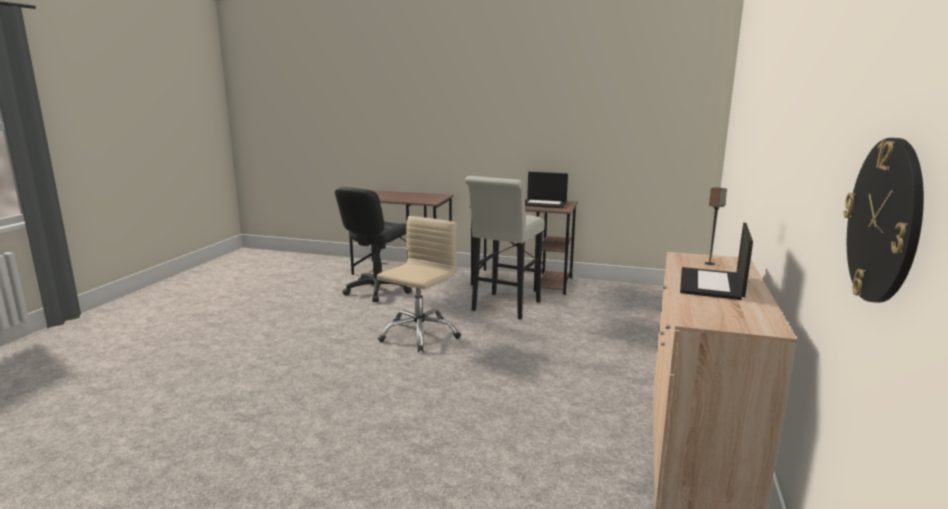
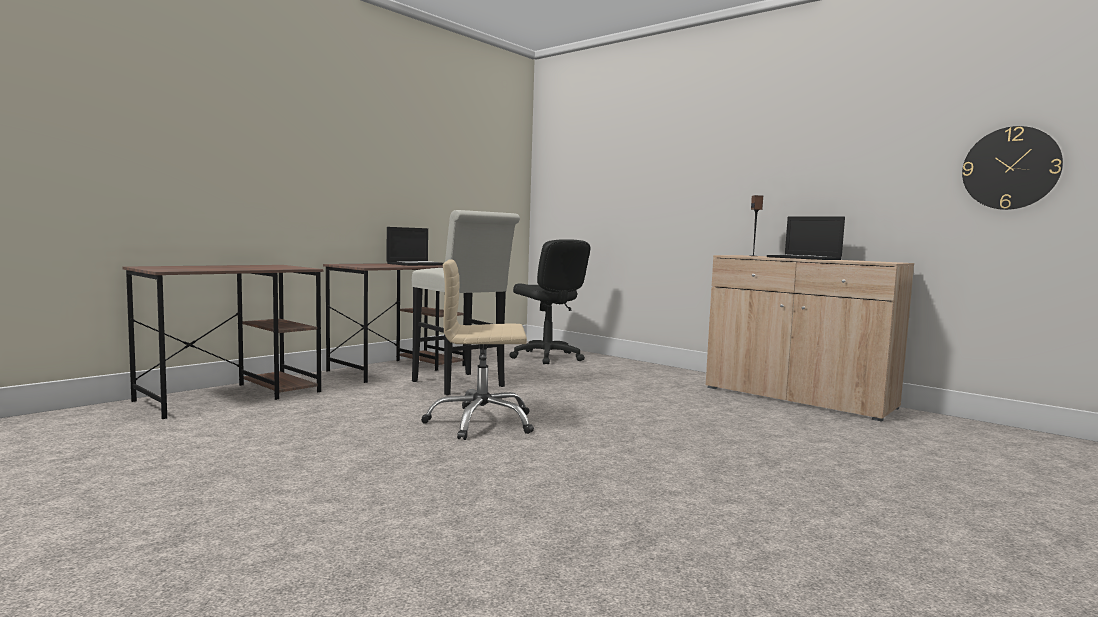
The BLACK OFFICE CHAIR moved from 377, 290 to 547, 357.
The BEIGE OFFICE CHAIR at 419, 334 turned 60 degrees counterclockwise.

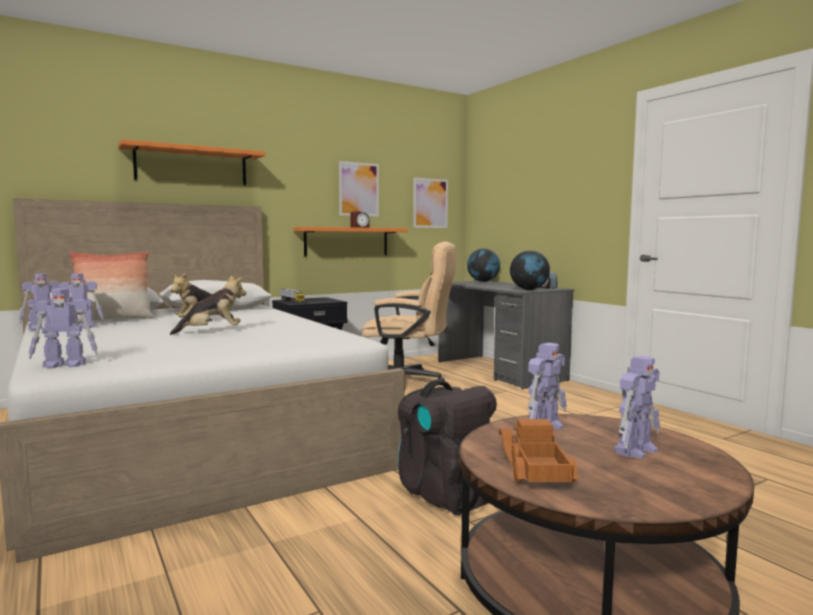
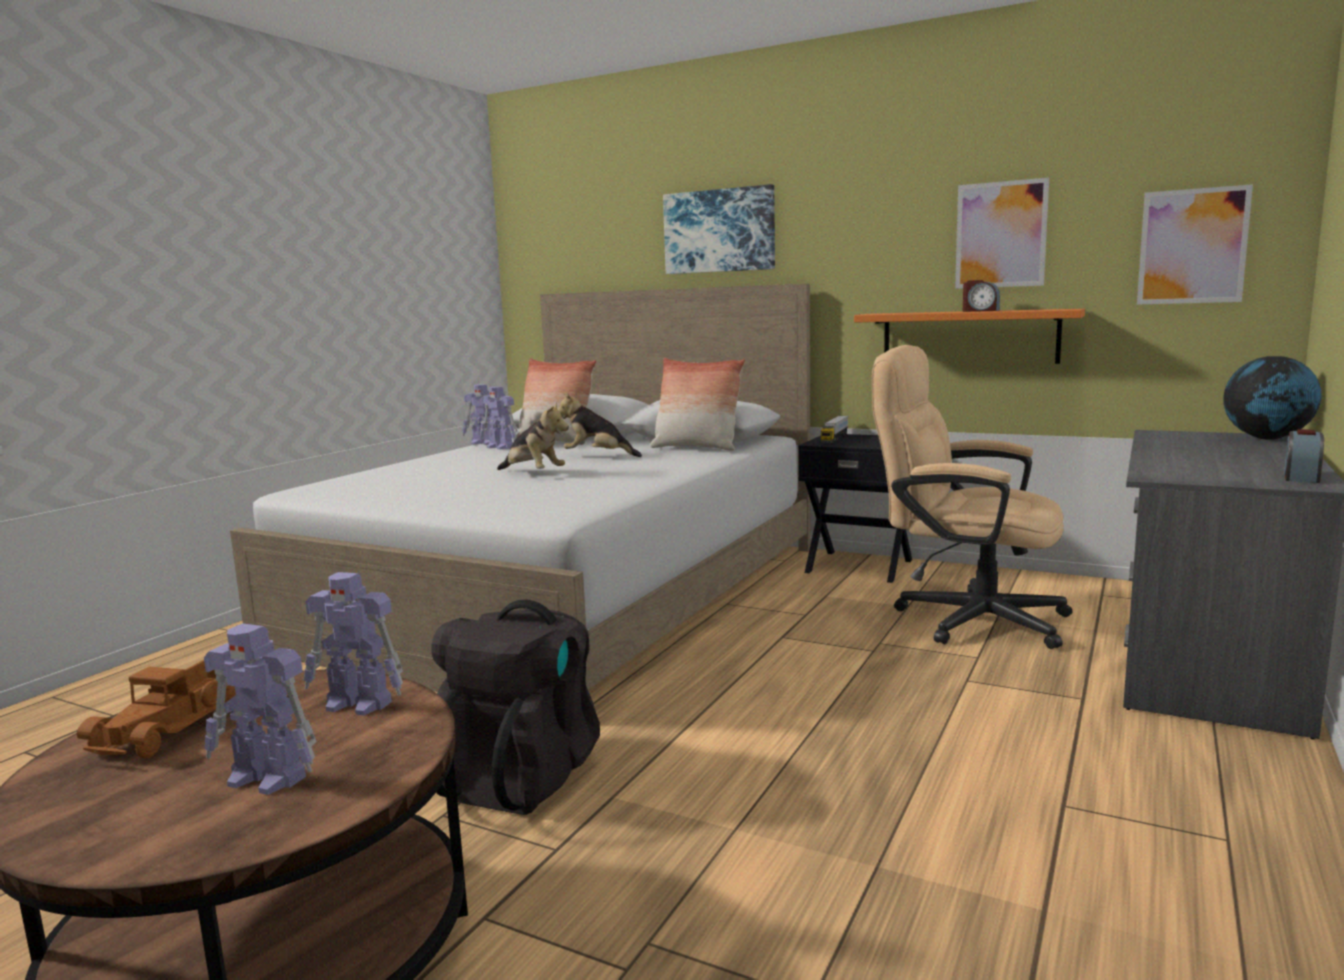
The TOY ROBOT at 65, 365 disappeared.
The ORANGE SHELF at 192, 166 was replaced by the PICTURE at 719, 231.
The BEIGE OFFICE CHAIR at 408, 381 turned 135 degrees clockwise.
The TOY TRUCK at 533, 467 turned 135 degrees clockwise.
The GLOBE at 529, 289 disappeared.
The PILLOW at 696, 448 appeared.

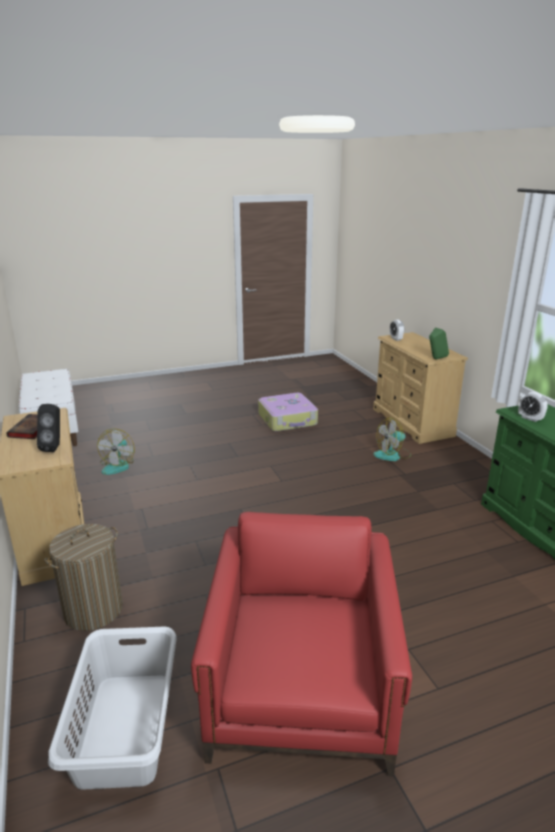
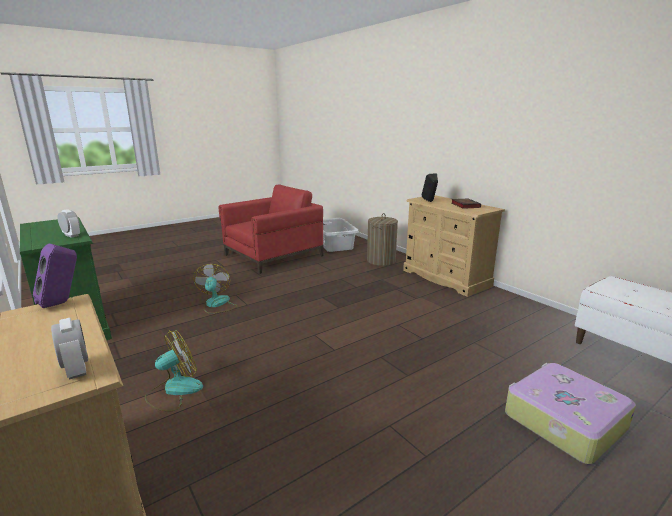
The FAN moved from 118, 465 to 217, 304.
The RED ARMCHAIR at 301, 684 turned 120 degrees counterclockwise.
The SUITCASE moved from 288, 420 to 562, 420.
The GREEN SPEAKER at 435, 359 became the PURPLE SPEAKER at 62, 303.

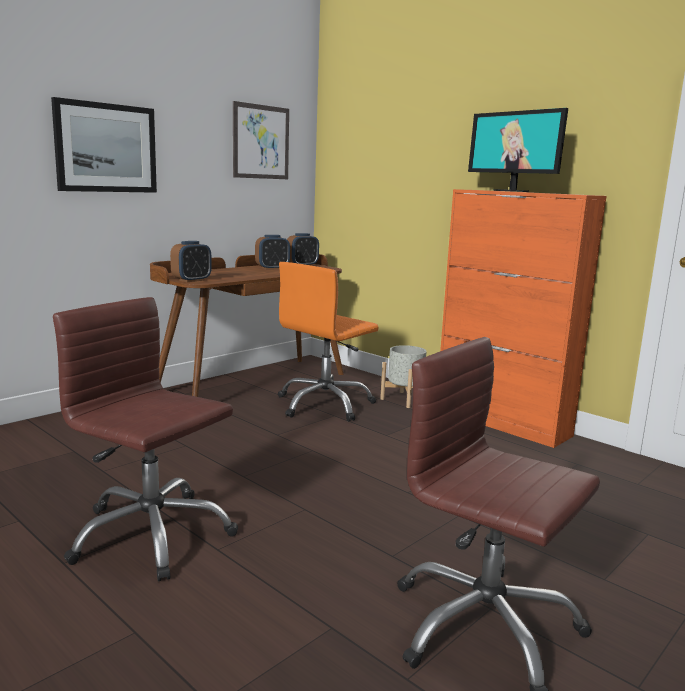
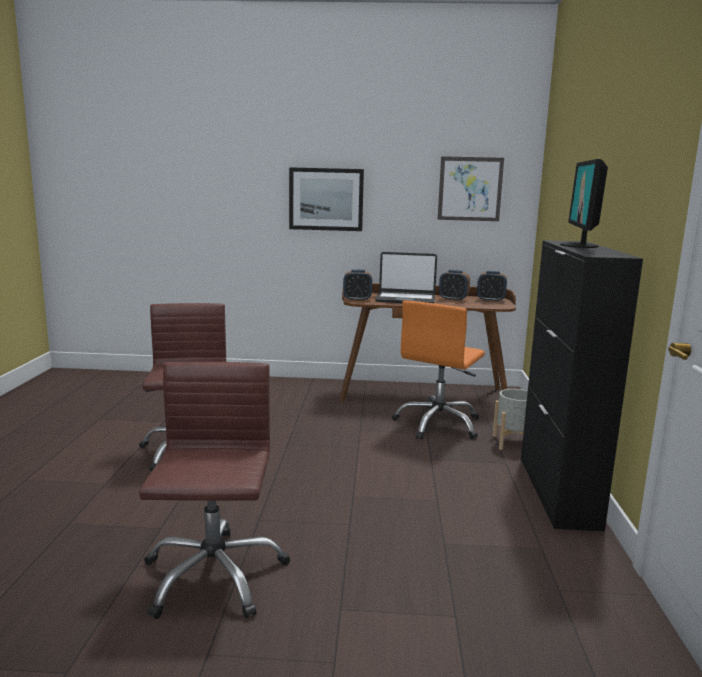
The ORANGE OFFICE CHAIR at 325, 405 turned 60 degrees counterclockwise.
The ORANGE CABINET at 502, 422 became the BLACK CABINET at 557, 491.
The LAPTOP at 405, 299 appeared.

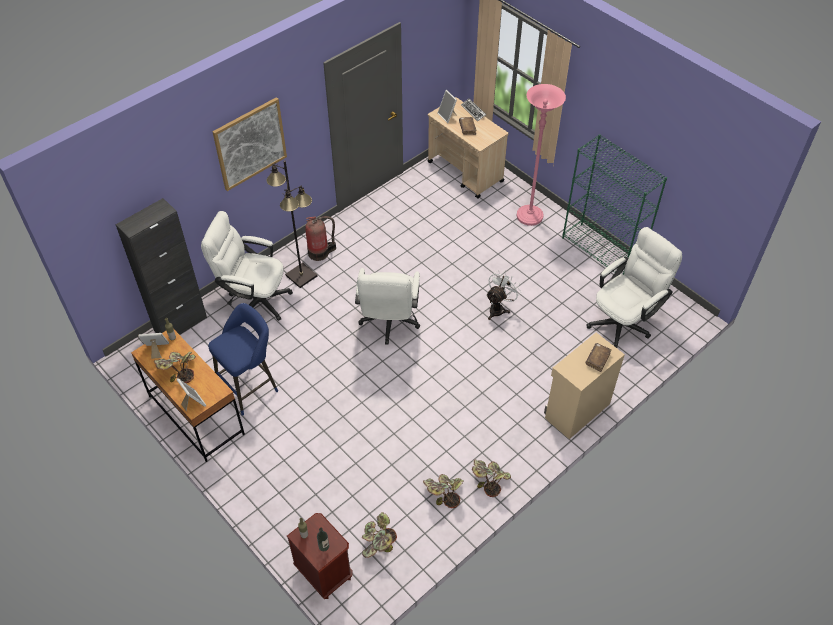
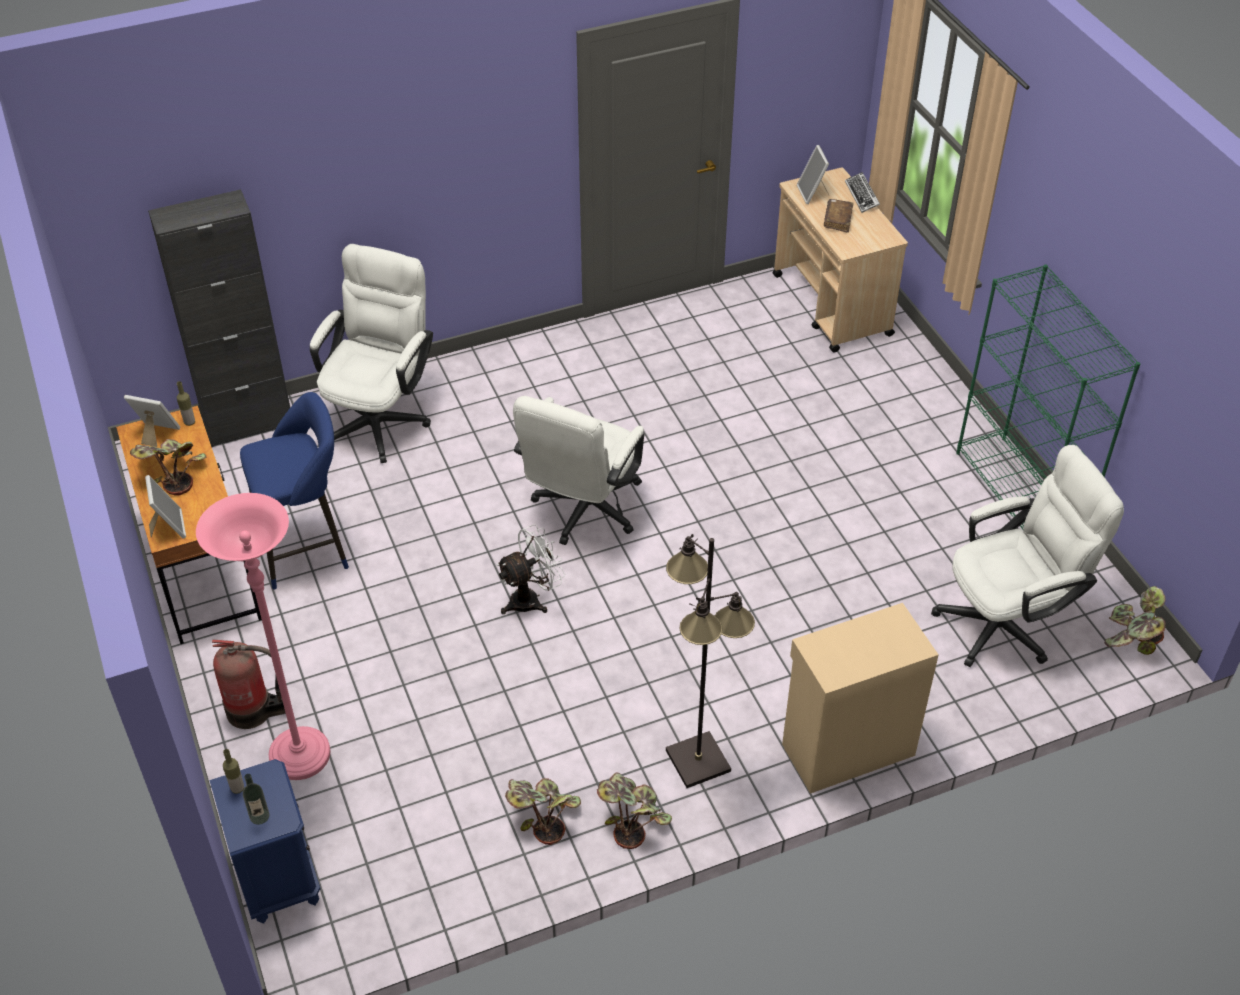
The WHITE OFFICE CHAIR at 254, 299 turned 75 degrees clockwise.
The PICTURE at 250, 143 disappeared.
The BLACK FLOOR LAMP moved from 301, 275 to 698, 760.
The BROWN NIGHTSTAND at 324, 573 became the BLUE NIGHTSTAND at 278, 880.
The FIRE EXTINGUISHER moved from 320, 252 to 253, 710.
The POTTED PLANT moved from 378, 543 to 1130, 639.
The WHITE FAN moved from 499, 308 to 531, 599.
The PINK FLOOR LAMP moved from 529, 216 to 300, 756.
The BROWN BOOK at 597, 359 disappeared.

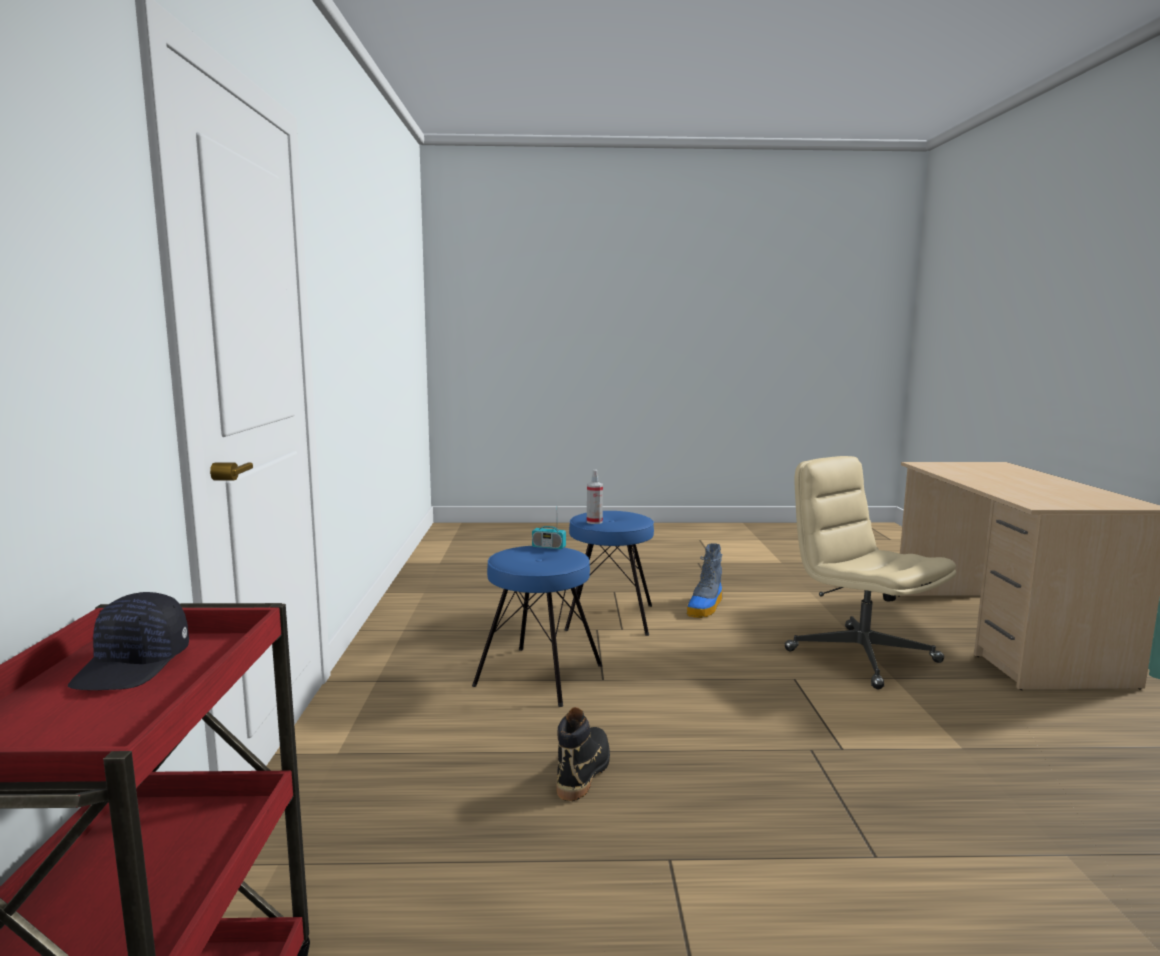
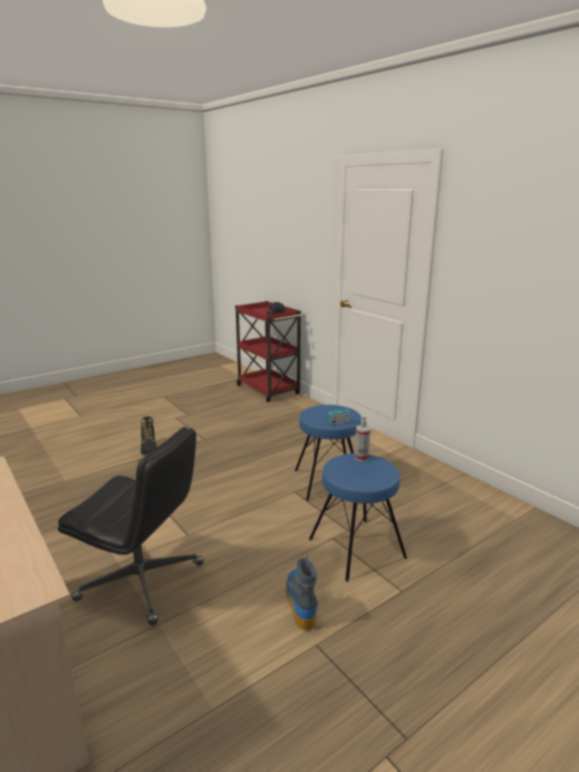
The BLACK BOOT moved from 584, 771 to 149, 449.
The BEIGE OFFICE CHAIR at 860, 655 became the BLACK OFFICE CHAIR at 143, 581.

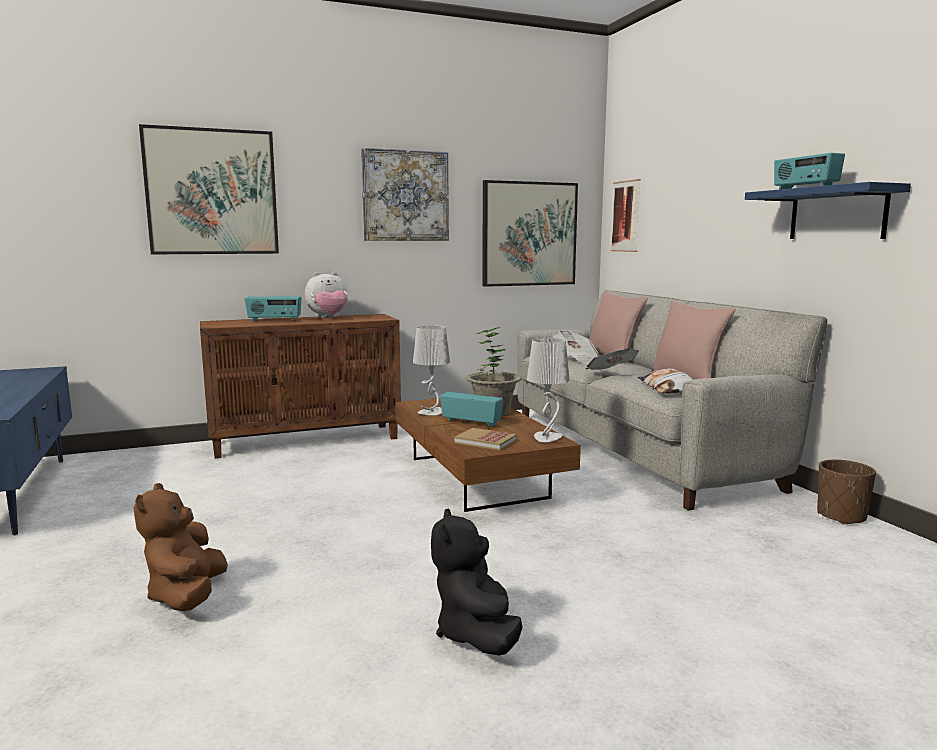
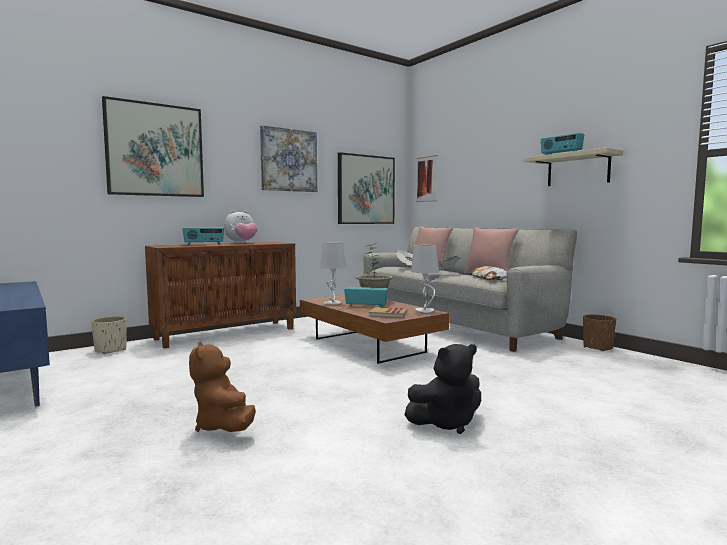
The BLACK PLUSH TOY at 476, 634 turned 90 degrees counterclockwise.
The BLUE SHELF at 837, 214 became the BEIGE SHELF at 578, 169.
The BEIGE PLANTER at 110, 350 appeared.

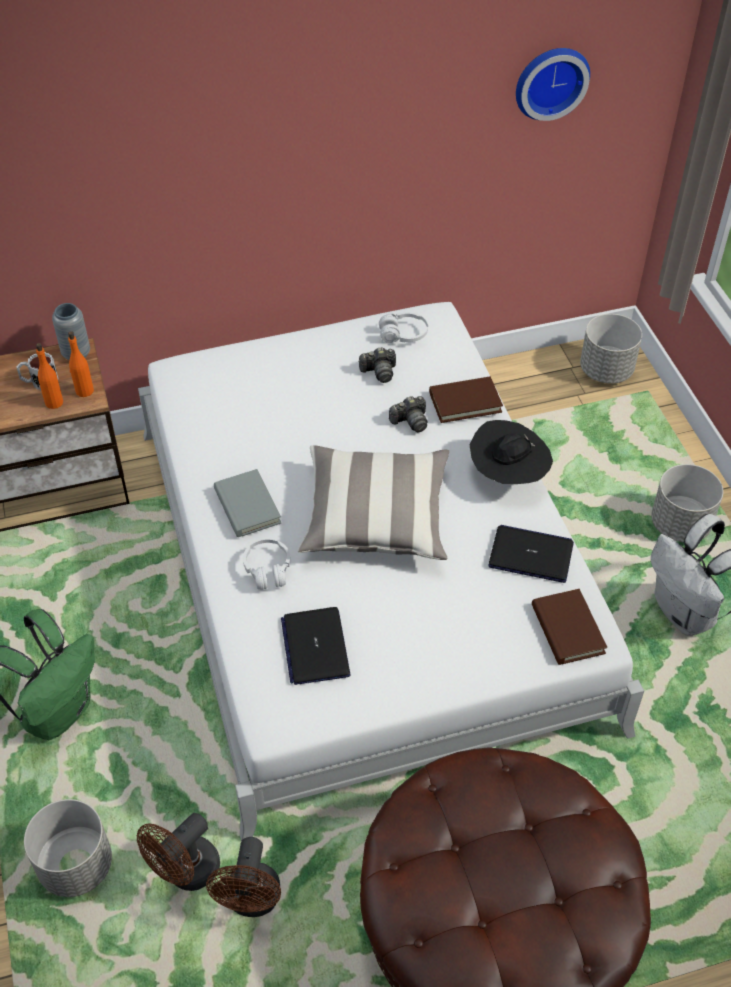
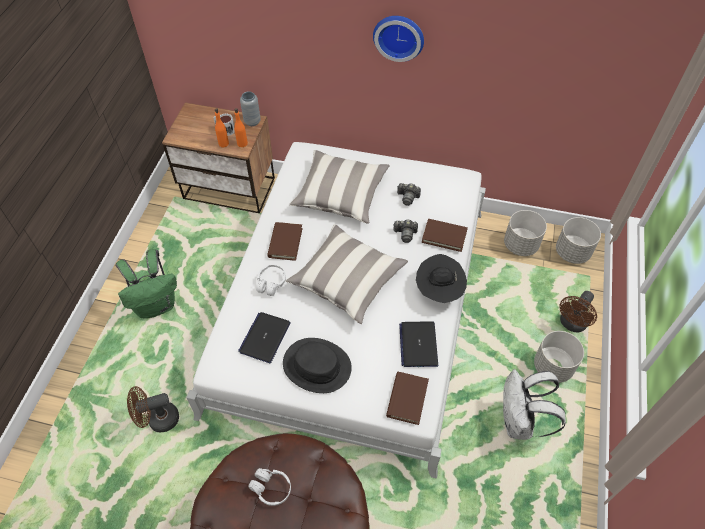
The GREY PLANTER moved from 76, 865 to 520, 244.
The BROWN FAN moved from 252, 901 to 571, 324.
The GREY BOOK at 247, 506 became the BROWN BOOK at 285, 243.
The WHITE HEADPHONES moved from 403, 334 to 271, 488.
The LAPTOP at 531, 555 turned 135 degrees counterclockwise.
The WALL CLOCK moved from 550, 81 to 399, 36.
The BLACK HAT at 317, 365 appeared.
The PILLOW at 340, 195 appeared.

